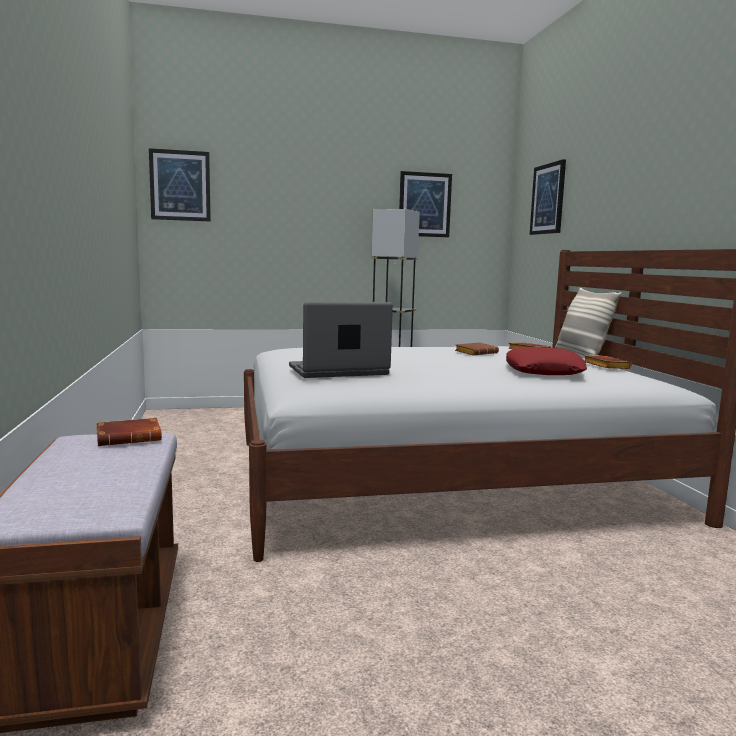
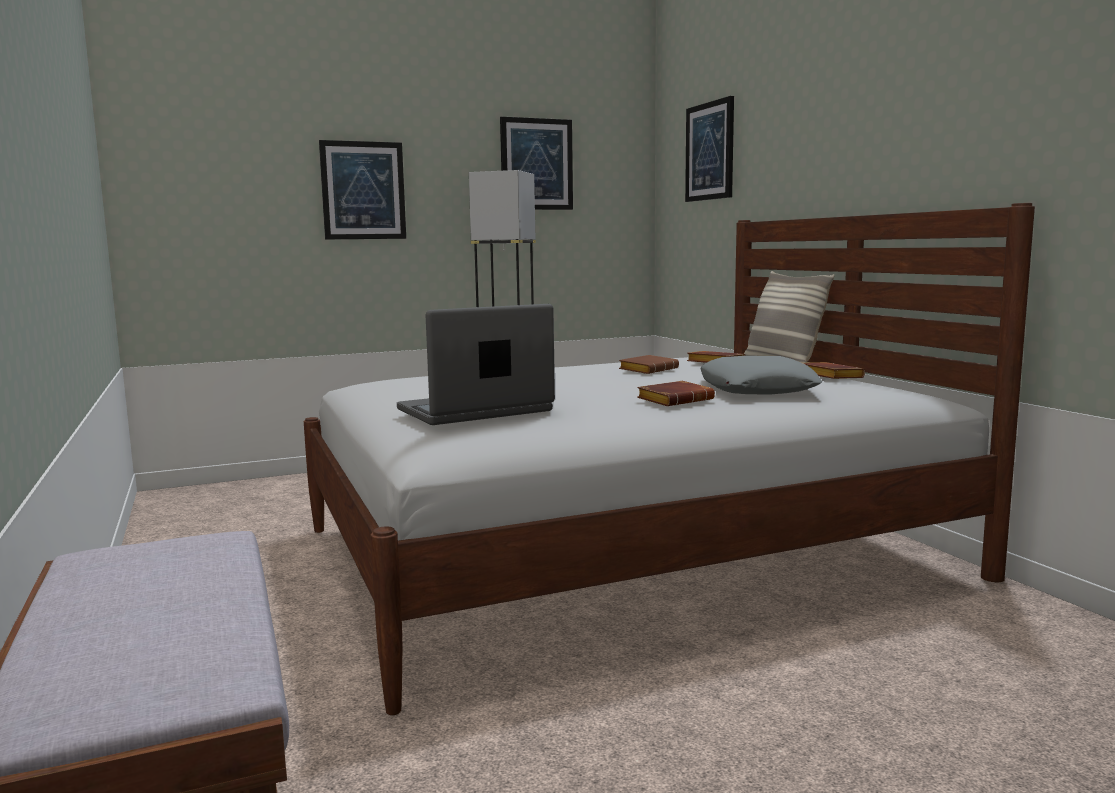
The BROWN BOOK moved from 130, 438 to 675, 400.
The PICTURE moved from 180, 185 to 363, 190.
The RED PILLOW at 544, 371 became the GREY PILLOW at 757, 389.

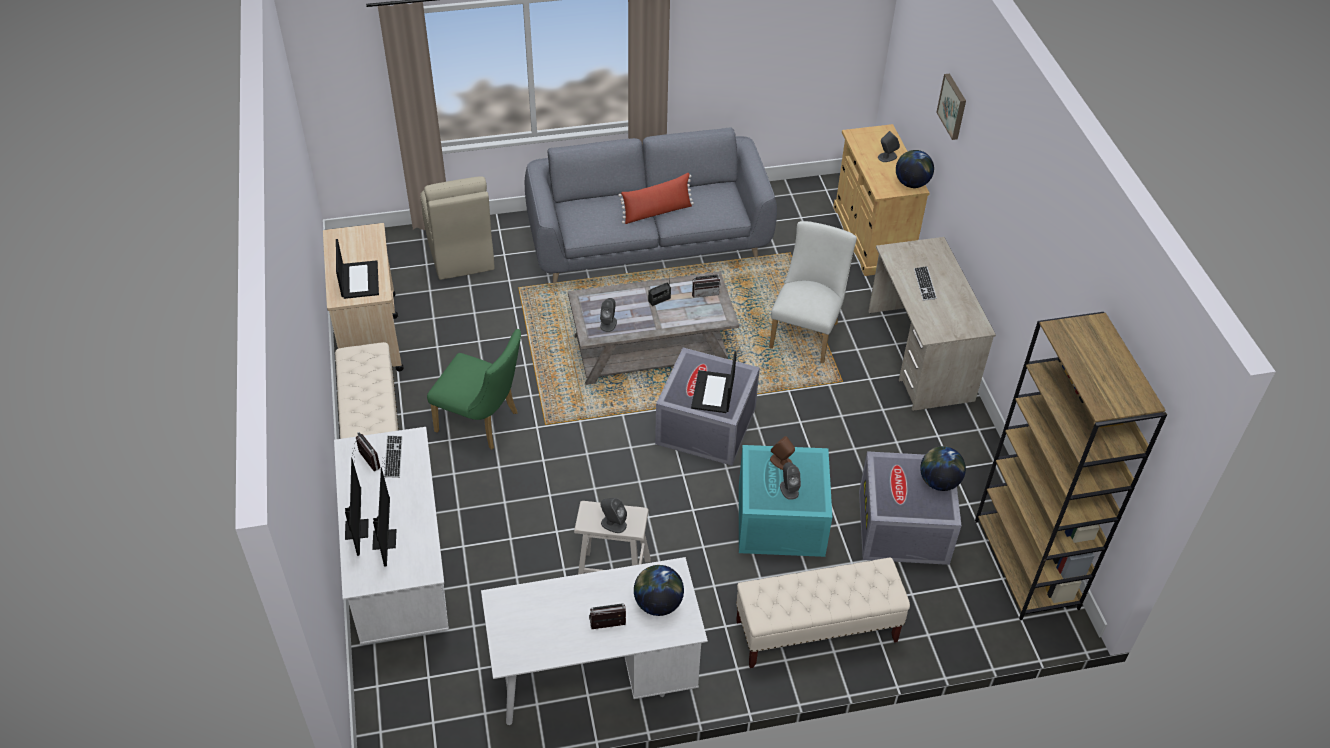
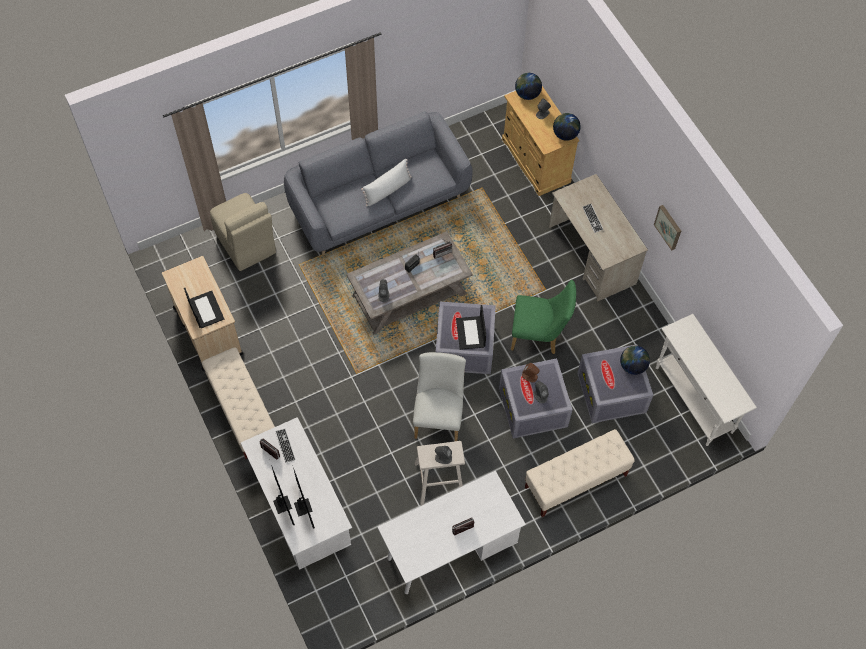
The GREEN CHAIR moved from 482, 423 to 539, 336.
The RED PILLOW at 657, 212 became the WHITE PILLOW at 387, 190.
The GLOBE moved from 658, 603 to 527, 94.
The TURQUOISE STORAGE BOX at 782, 521 became the GREY STORAGE BOX at 534, 408.
The WHITE CHAIR moved from 806, 332 to 438, 415.
The PICTURE moved from 953, 106 to 669, 227.
The BROWN BOOKCASE at 1027, 564 was replaced by the WHITE CONSOLE TABLE at 693, 400.

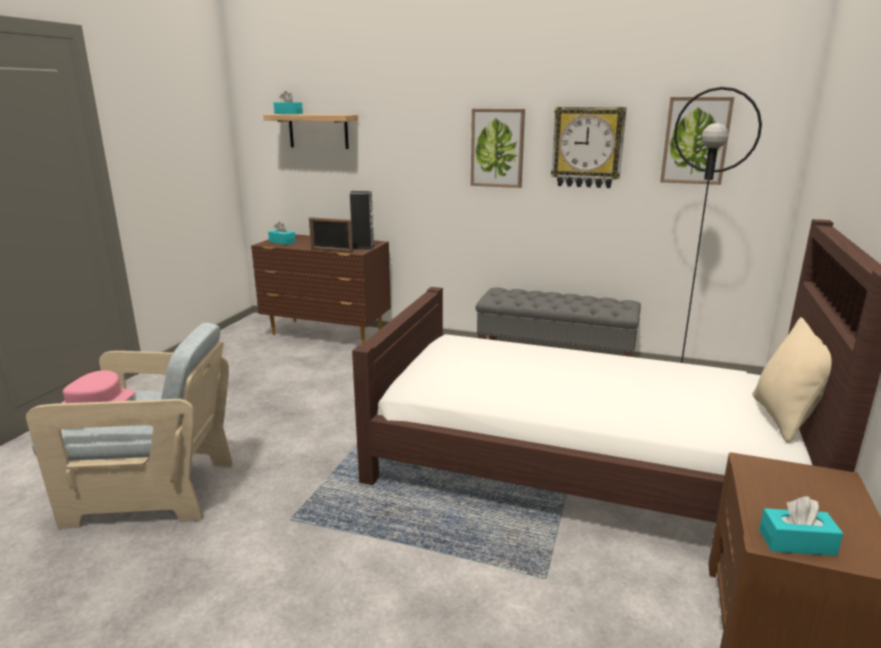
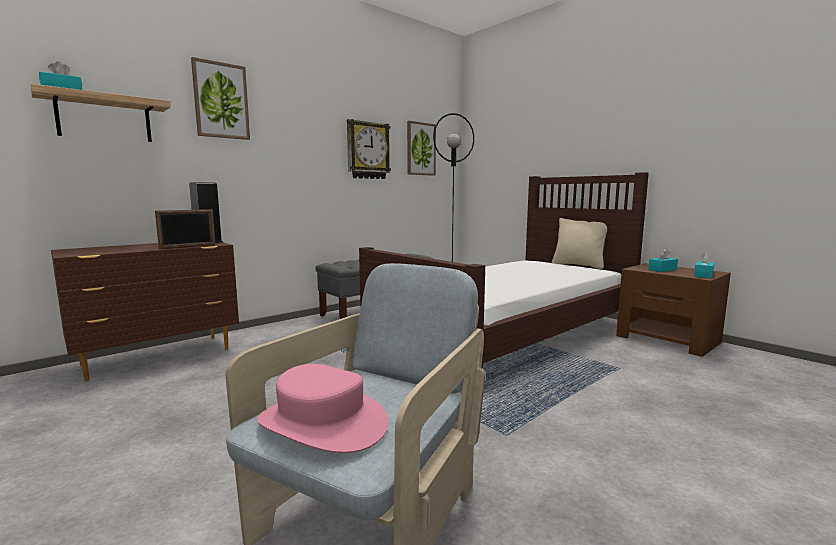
The TURQUOISE TISSUE BOX moved from 282, 242 to 662, 270.
The PICTURE moved from 497, 148 to 221, 101.

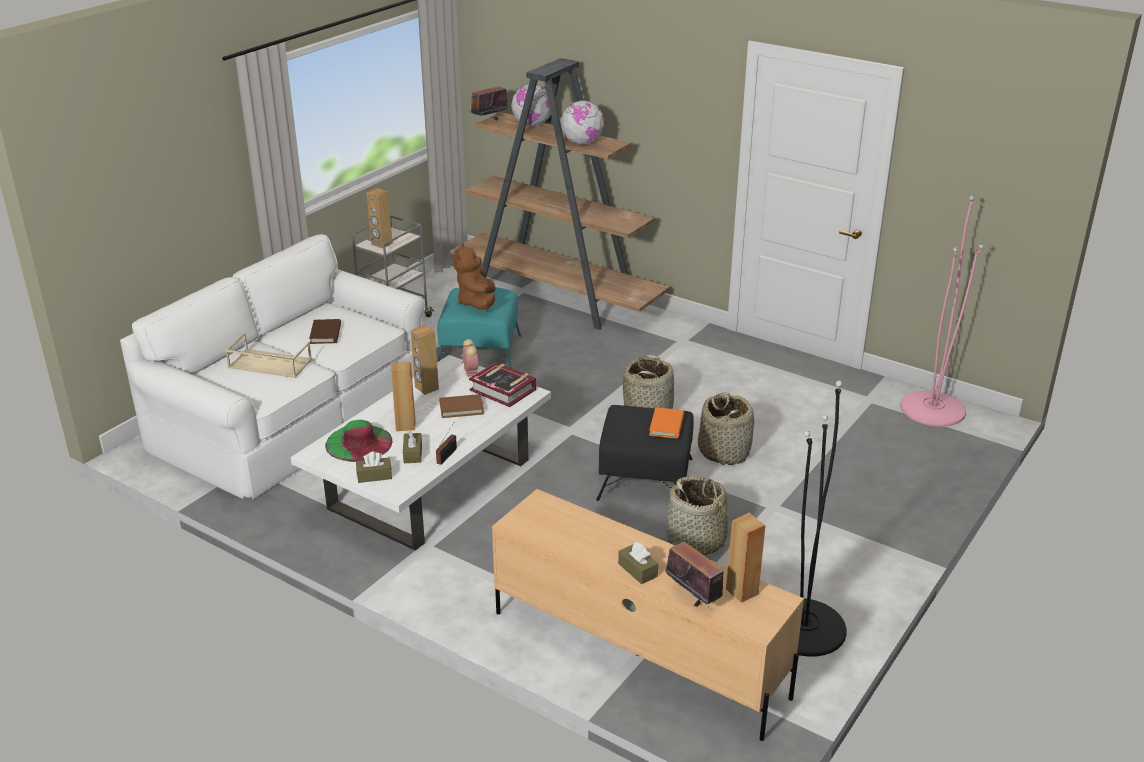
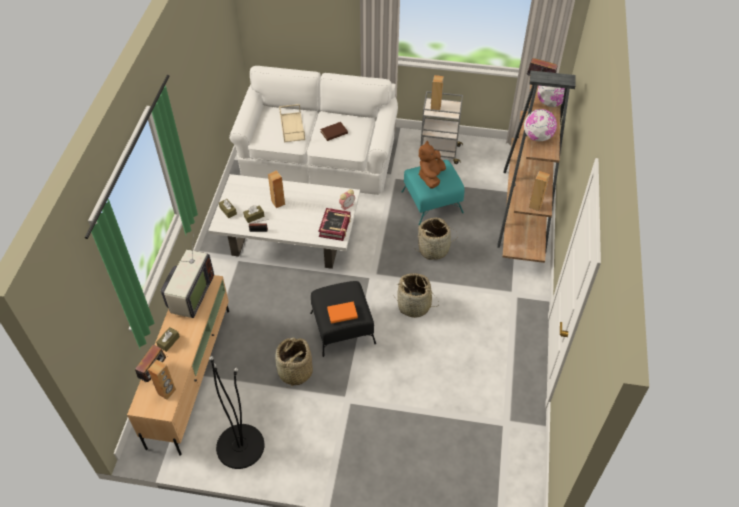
The GREEN HAT at 359, 443 disappeared.
The BROWN SPEAKER moved from 426, 388 to 535, 205.
The BROWN BOOK at 461, 408 disappeared.
The BROWN PLUSH TOY at 477, 303 turned 45 degrees counterclockwise.
The BASKET moved from 724, 452 to 434, 249.
The PINK FLOOR LAMP at 932, 409 disappeared.
The TELEVISION at 190, 296 appeared.

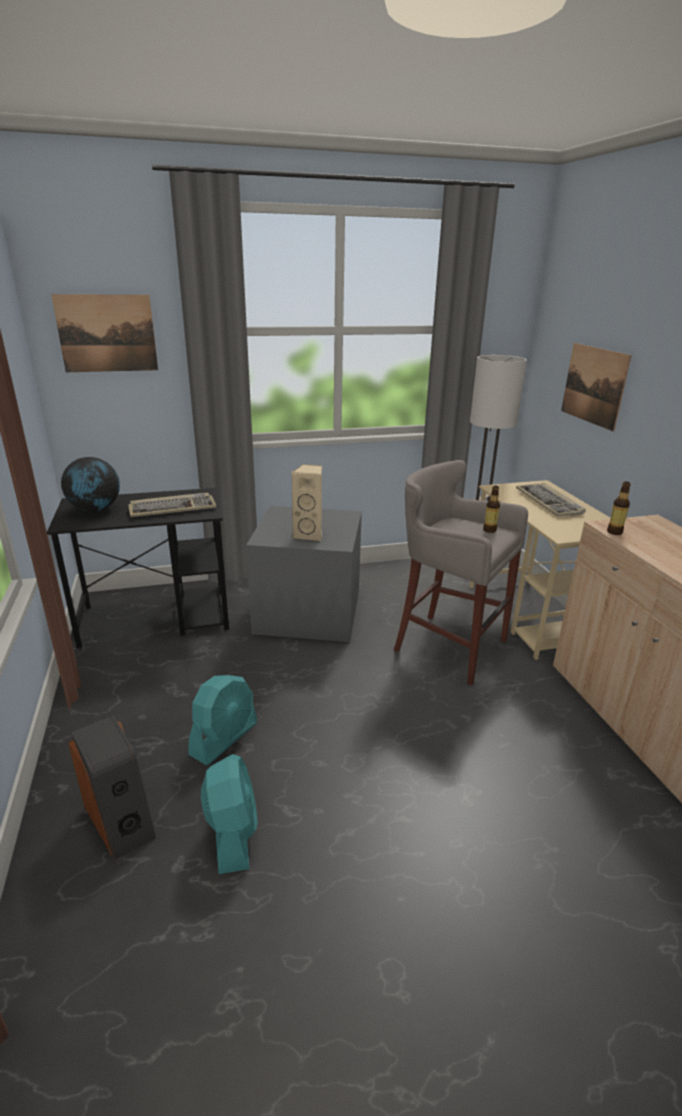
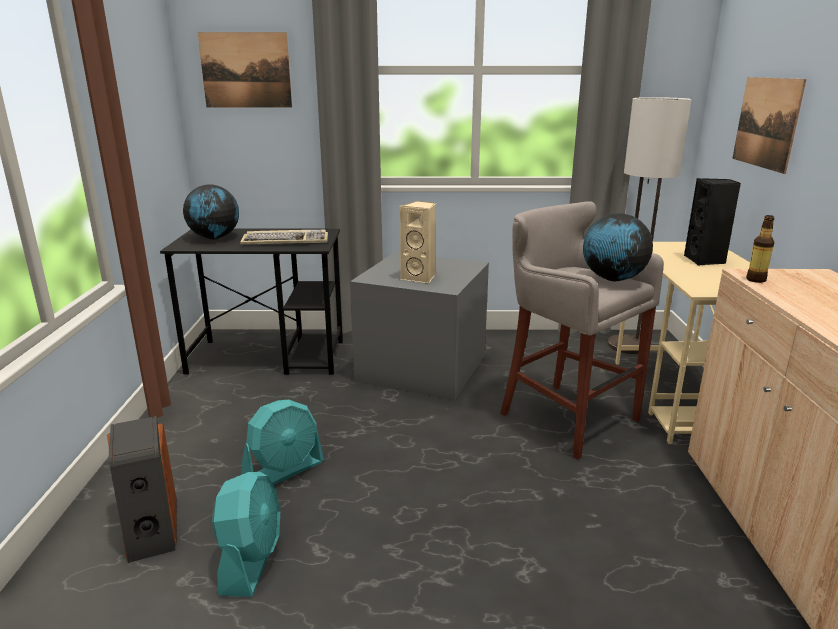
The BOTTLE at 489, 530 was replaced by the GLOBE at 613, 279.
The KEYBOARD at 549, 502 was replaced by the BLACK SPEAKER at 705, 260.

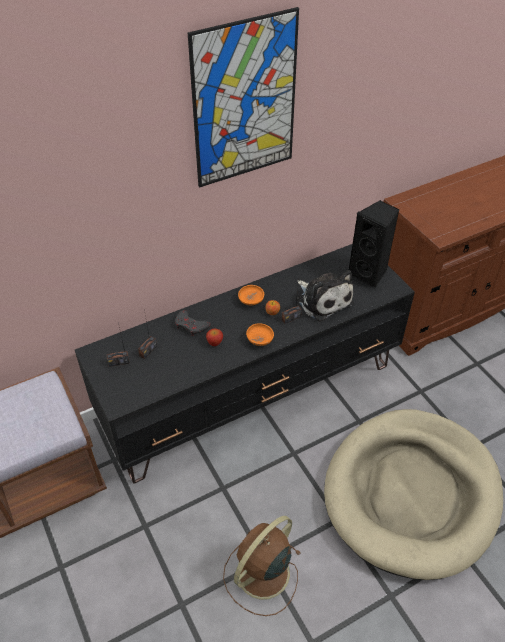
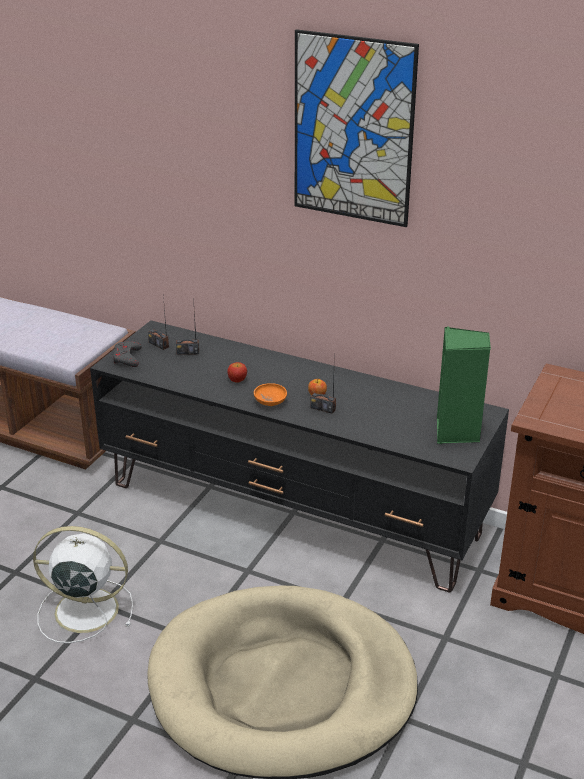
The GREY GAME CONTROLLER moved from 191, 325 to 127, 357.
The BROWN FAN at 261, 574 became the WHITE FAN at 83, 610.
The ORANGE BOWL at 251, 300 disappeared.
The PLUSH TOY at 323, 300 disappeared.
The BLACK SPEAKER at 369, 274 became the GREEN SPEAKER at 457, 432.

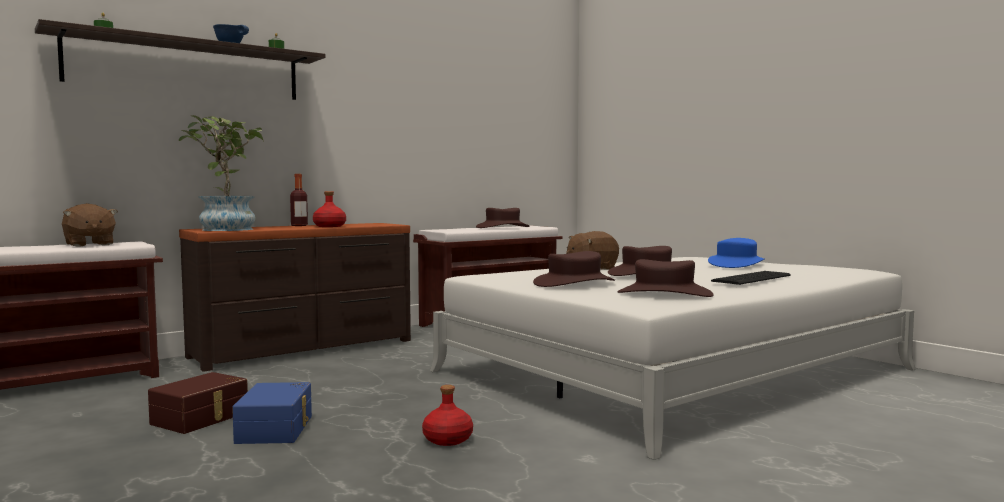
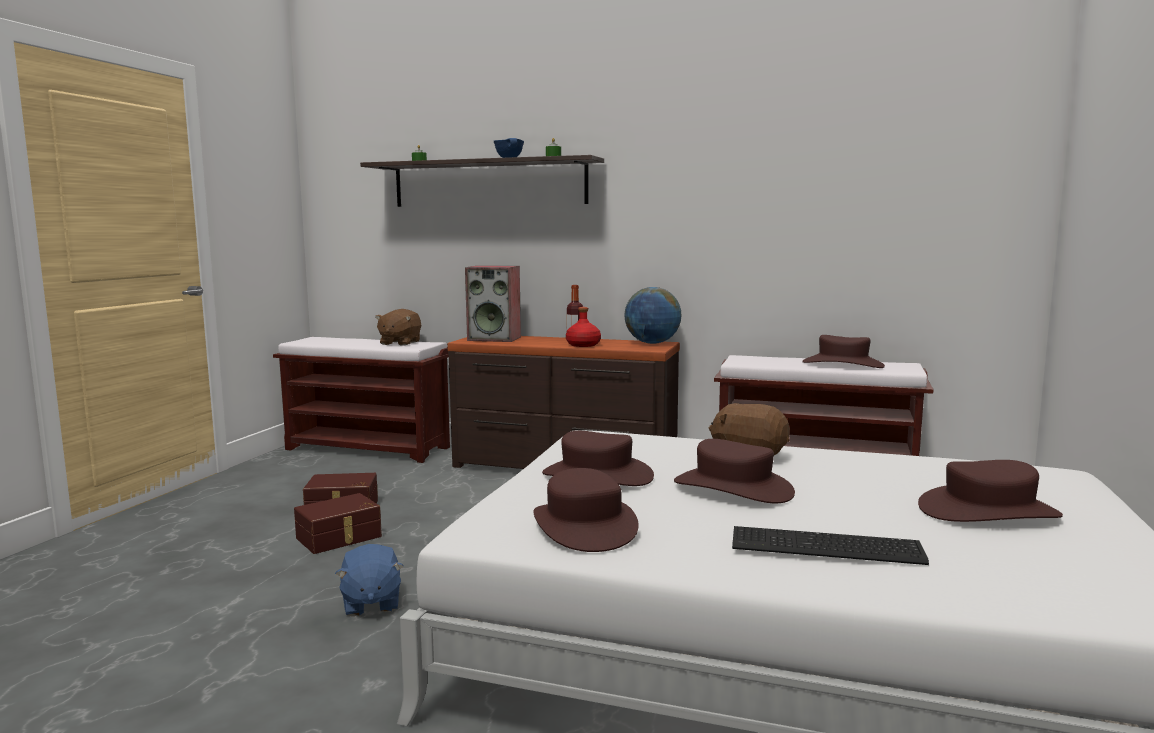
The POTTED PLANT at 226, 229 was replaced by the SPEAKER at 495, 339.
The BLUE STORAGE BOX at 277, 429 became the BROWN STORAGE BOX at 340, 538.
The RED BOTTLE at 447, 439 was replaced by the BLUE PLUSH TOY at 371, 603.
The BLUE HAT at 736, 264 became the BROWN HAT at 988, 511.
The GLOBE at 652, 343 appeared.

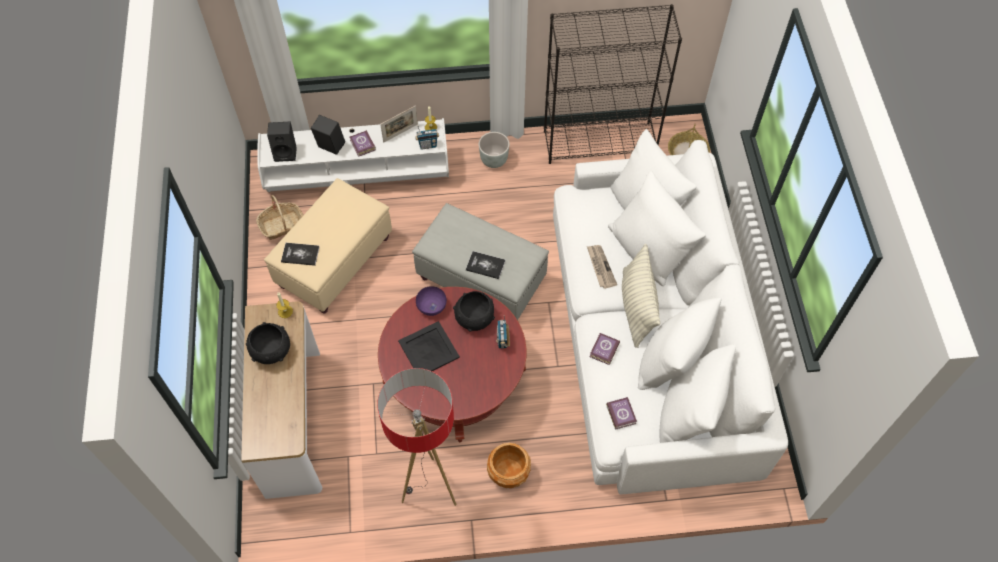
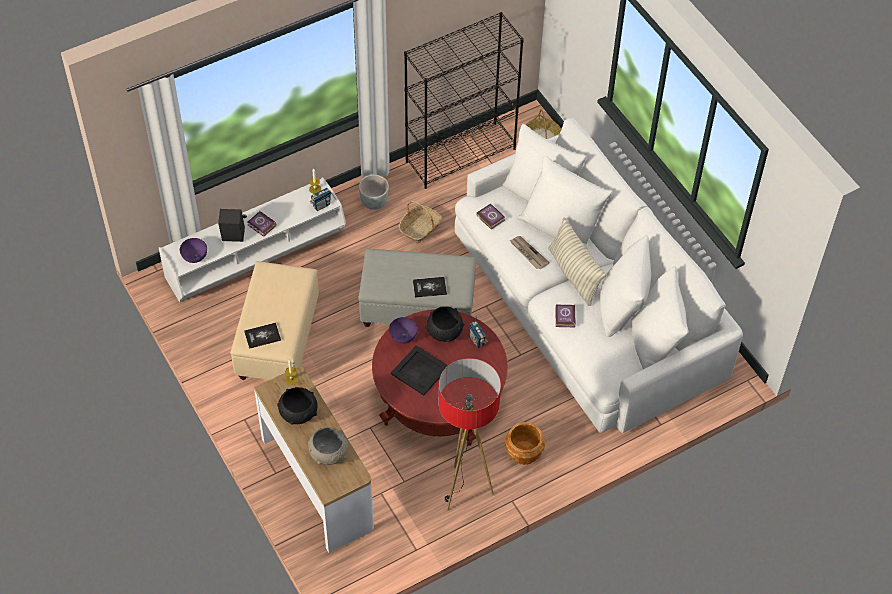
The BASKET moved from 282, 225 to 420, 228.
The BLACK SPEAKER at 286, 152 was replaced by the PURPLE BOWL at 194, 255.
The PICTURE FRAME at 400, 133 disappeared.
The BOOK moved from 621, 413 to 490, 217.
The GREY BOWL at 328, 454 appeared.

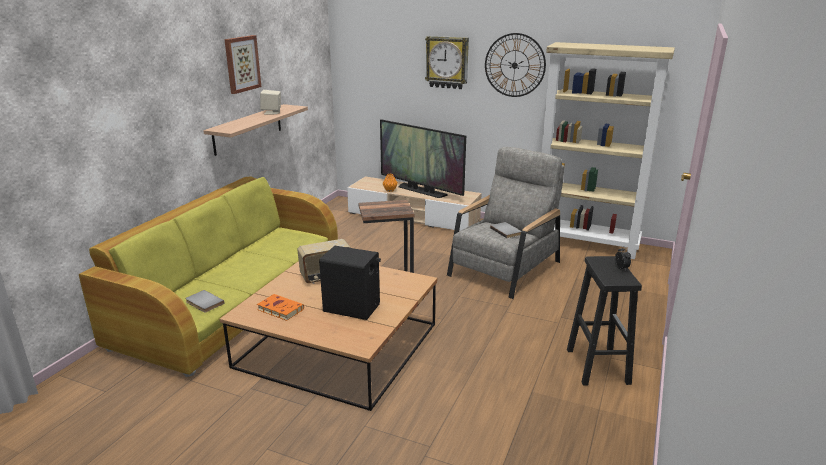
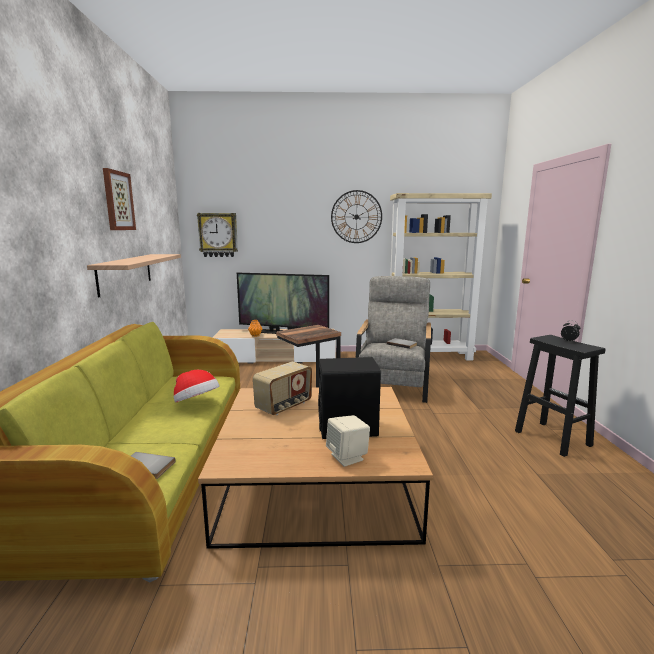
The ORANGE BOOK at 279, 309 disappeared.
The BEIGE SPEAKER moved from 272, 112 to 347, 457.
The WALL CLOCK moved from 447, 62 to 218, 235.
The HAT at 196, 403 appeared.

